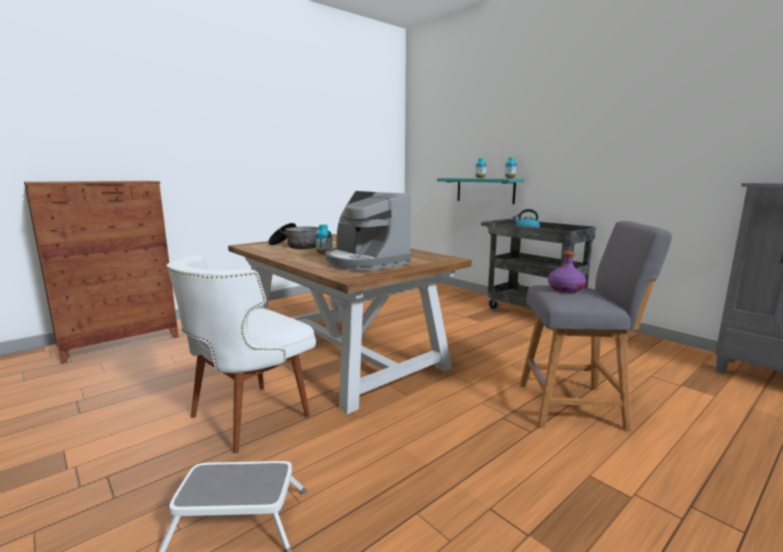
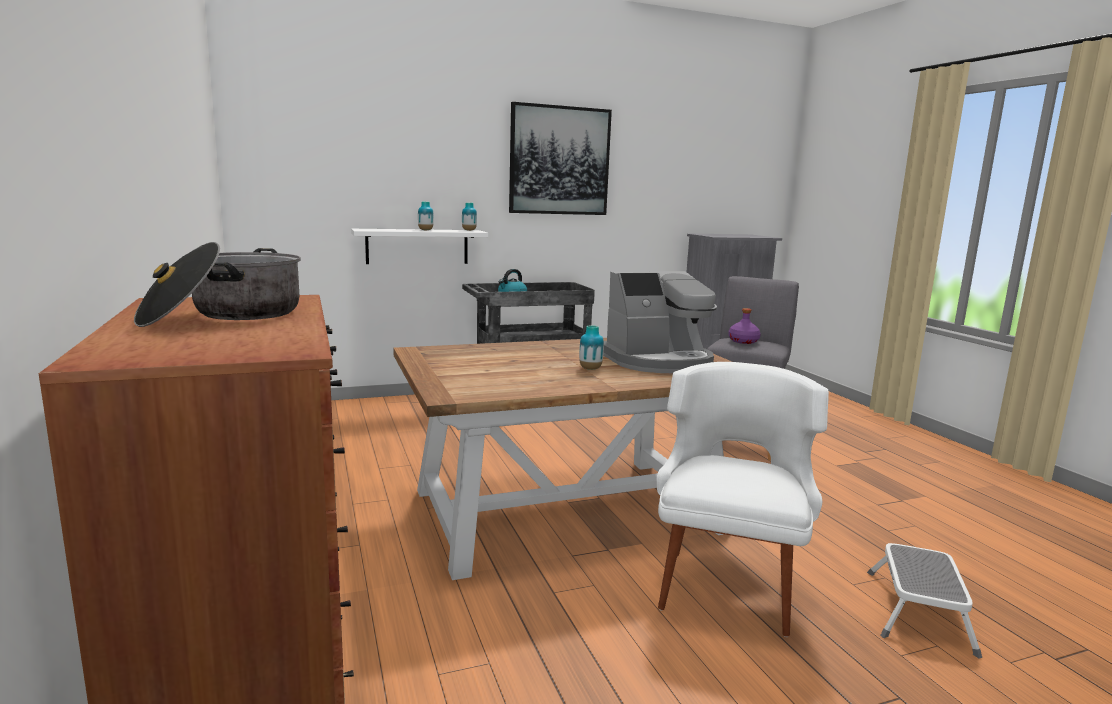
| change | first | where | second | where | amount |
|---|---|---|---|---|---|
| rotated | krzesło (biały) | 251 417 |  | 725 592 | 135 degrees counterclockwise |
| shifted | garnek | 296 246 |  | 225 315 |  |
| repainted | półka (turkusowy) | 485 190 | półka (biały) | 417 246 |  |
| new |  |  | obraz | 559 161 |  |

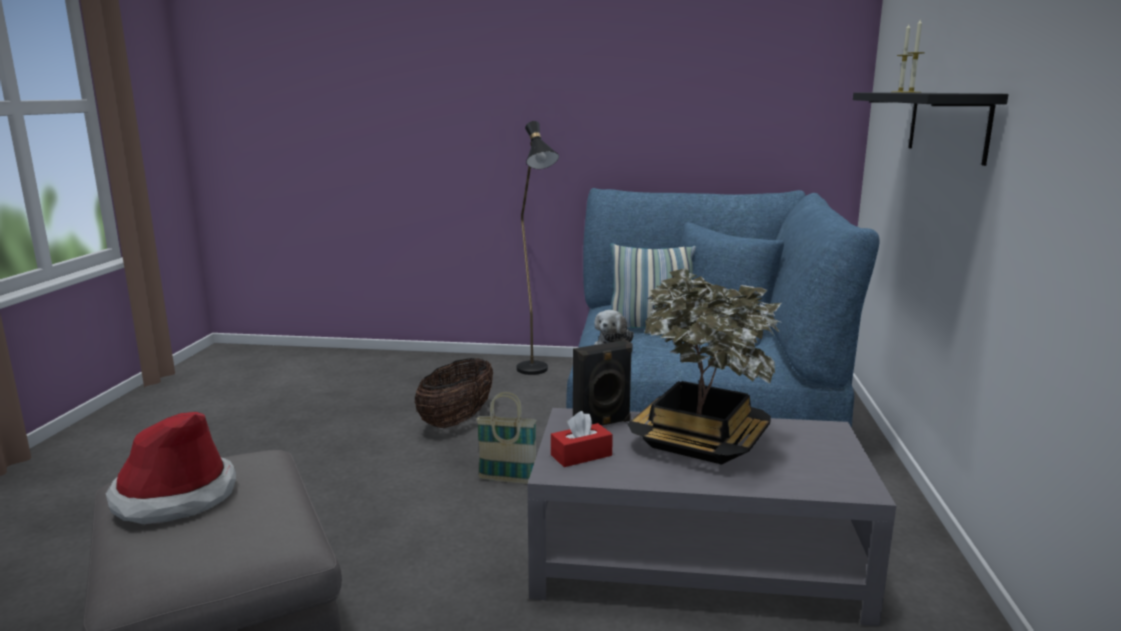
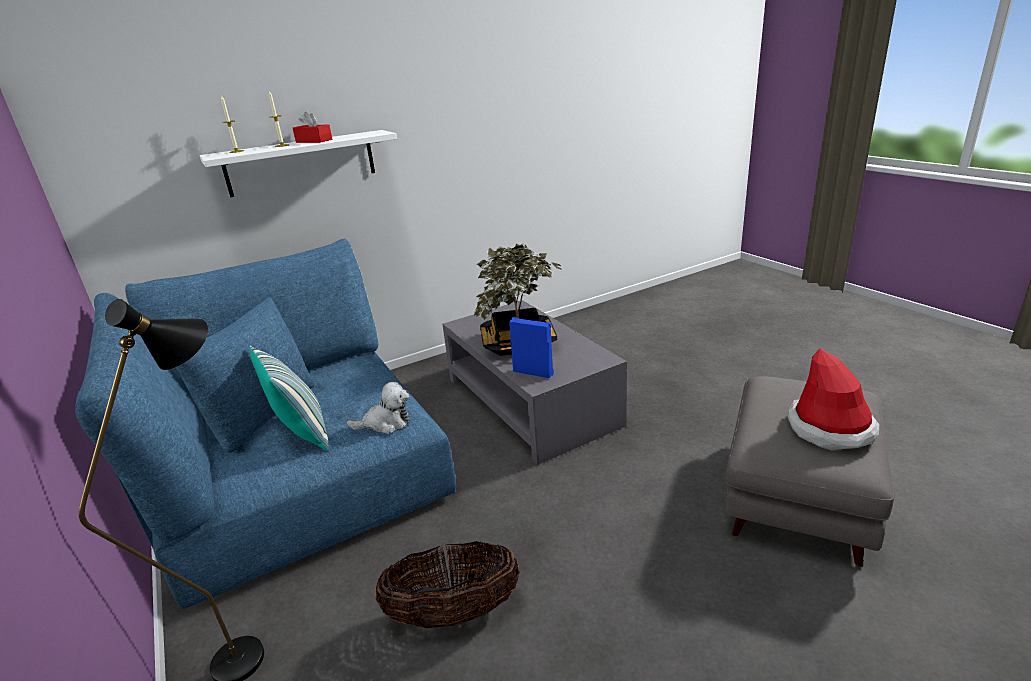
| change | first | where | second | where | amount |
|---|---|---|---|---|---|
| gone | koszyk | 508 480 |  |  |  |
| shifted | pudełko chusteczek (czerwony) | 581 455 |  | 314 141 |  |
| repainted | głośnik (czarny) | 602 424 | głośnik (niebieski) | 533 372 |  |
| repainted | półka (czarny) | 947 124 | półka (biały) | 301 163 |  |

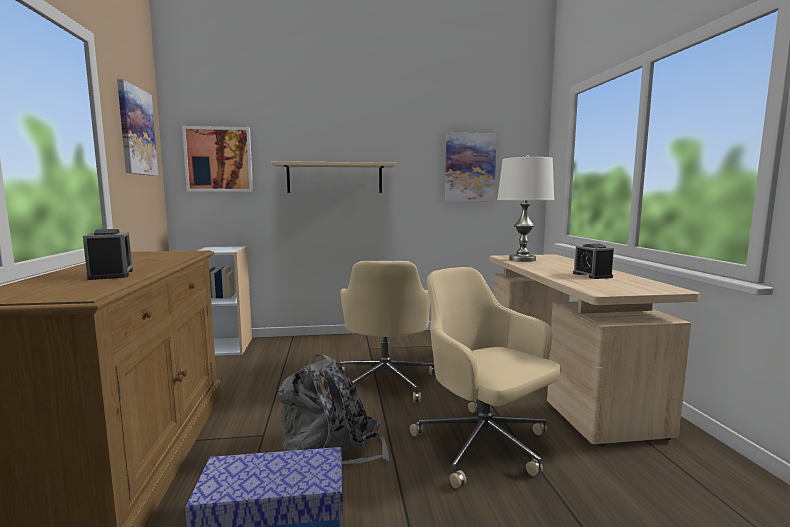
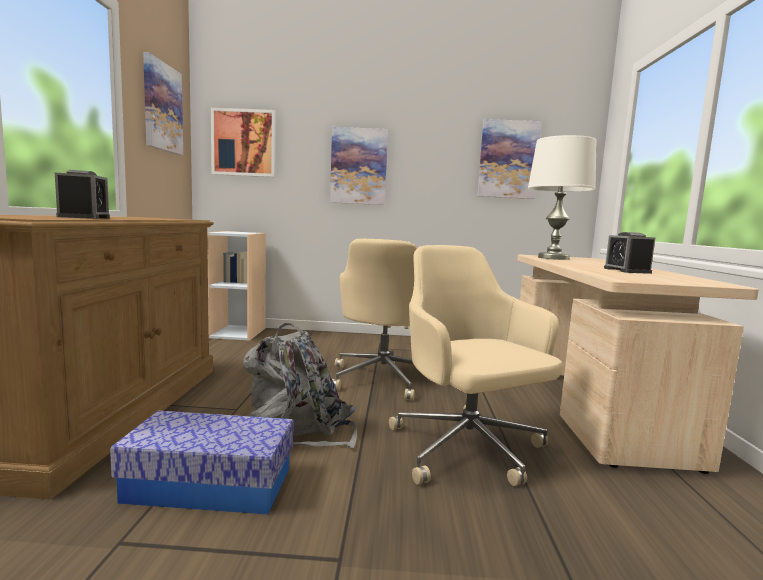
| change | first | where | second | where | amount |
|---|---|---|---|---|---|
| swapped | półka (beżowy) | 335 178 | obraz | 358 166 |  |

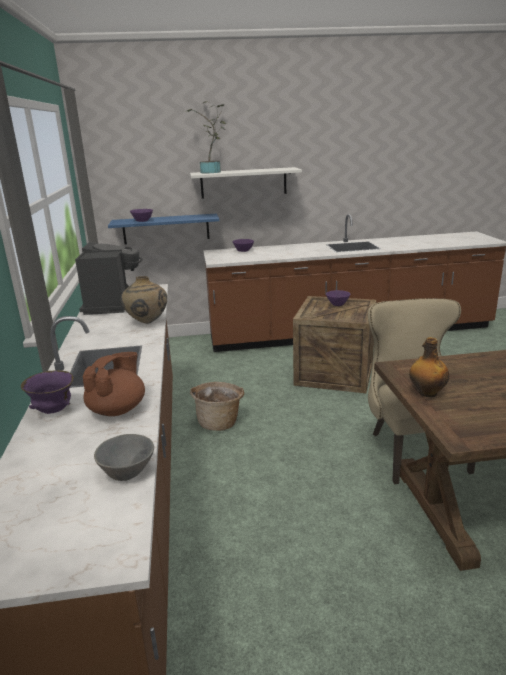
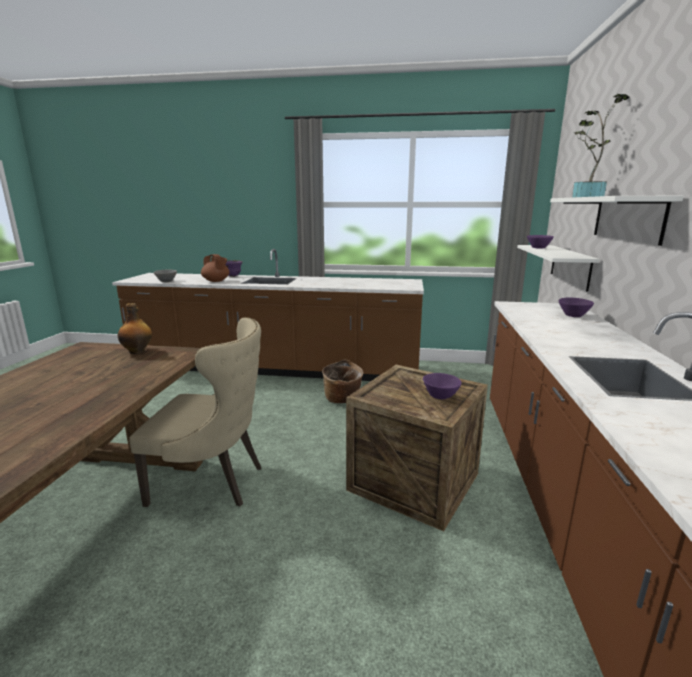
| change | first | where | second | where | amount |
|---|---|---|---|---|---|
| gone | ekspres do kawy | 113 303 |  |  |  |
| repainted | półka (niebieski) | 166 229 | półka (biały) | 570 266 |  |
| gone | wazon (beżowy) | 147 323 |  |  |  |

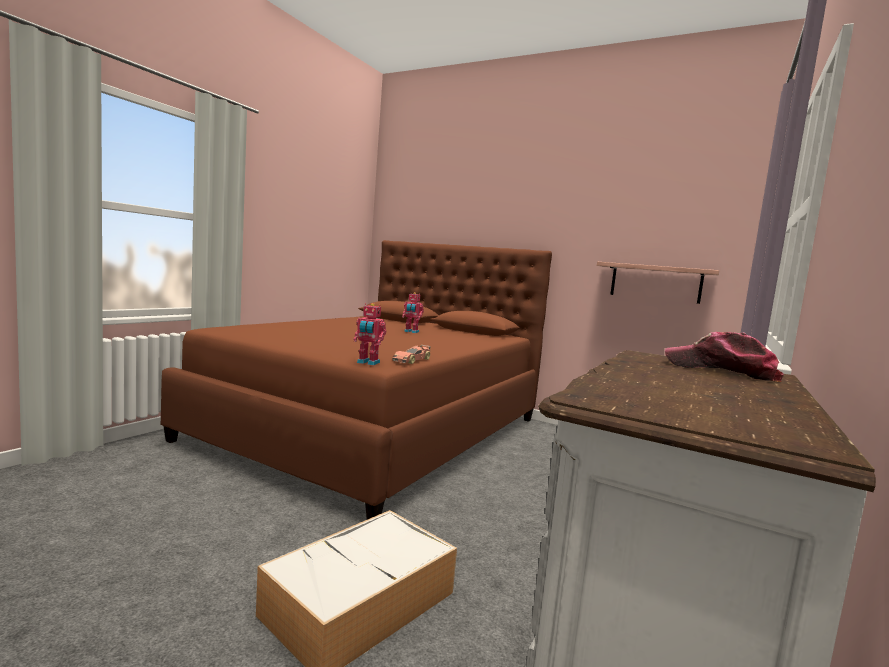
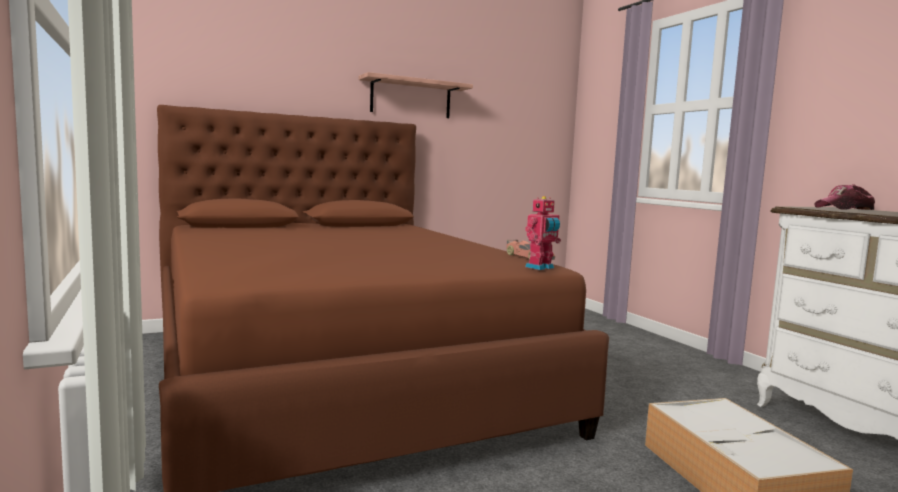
| change | first | where | second | where | amount |
|---|---|---|---|---|---|
| gone | robot zabawkowy | 411 332 |  |  |  |
| shifted | półka | 655 282 |  | 411 98 |  |

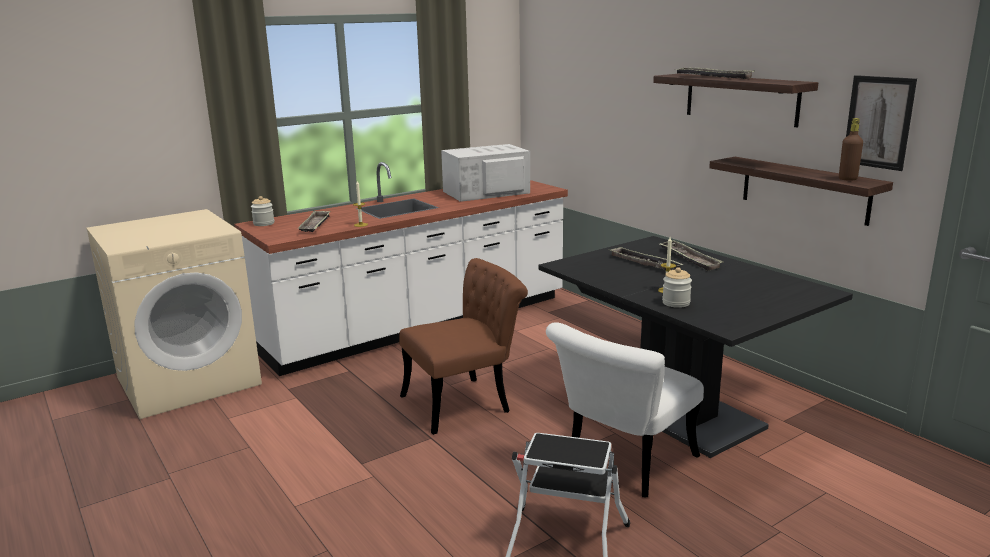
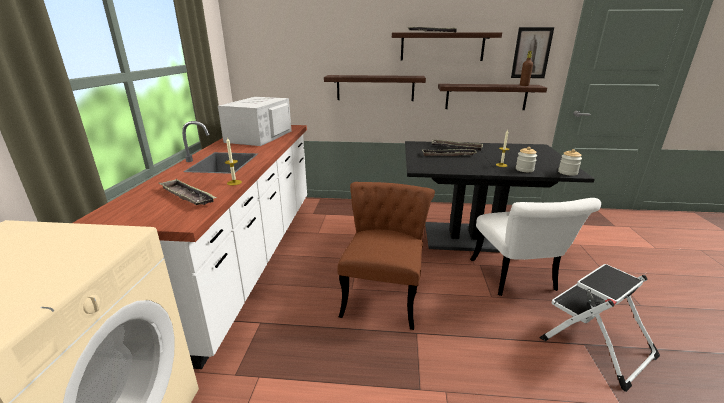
| change | first | where | second | where | amount |
|---|---|---|---|---|---|
| shifted | słoik | 264 223 |  | 567 172 |  |
| new |  |  | półka | 375 88 |  |

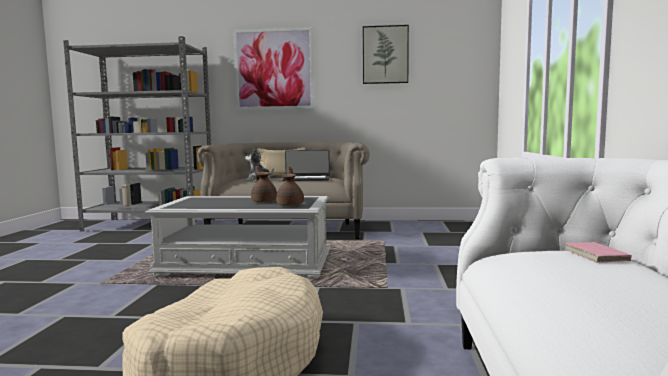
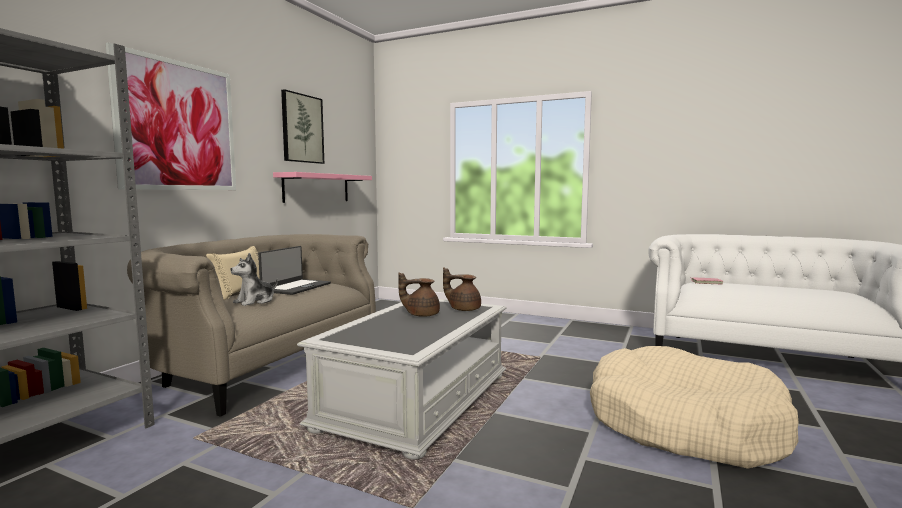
| change | first | where | second | where | amount |
|---|---|---|---|---|---|
| new |  |  | półka (różowy) | 317 188 |  |

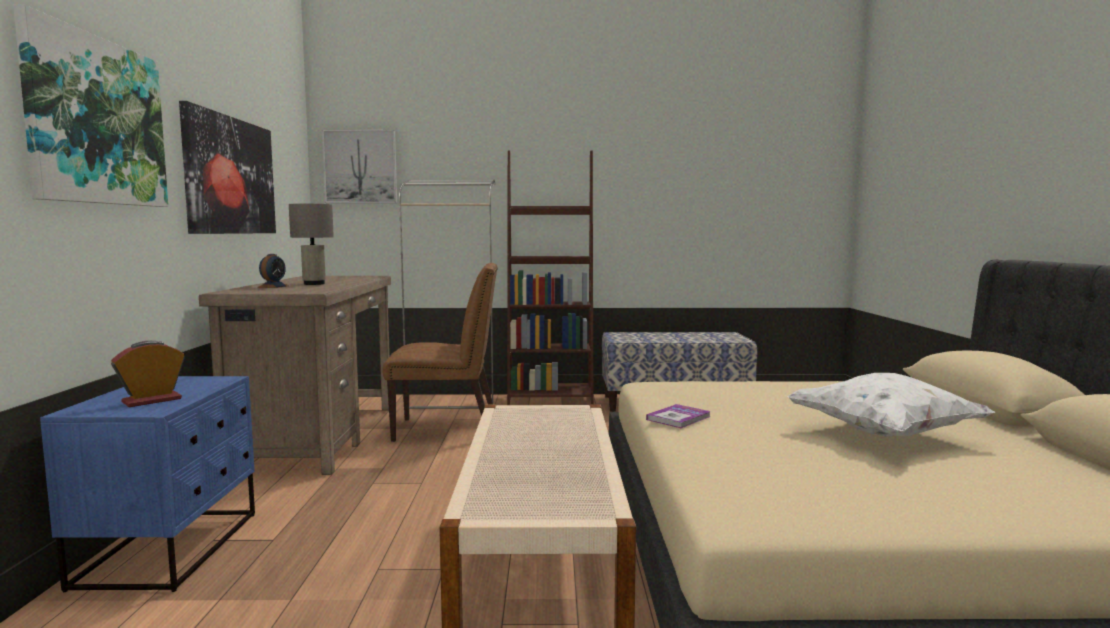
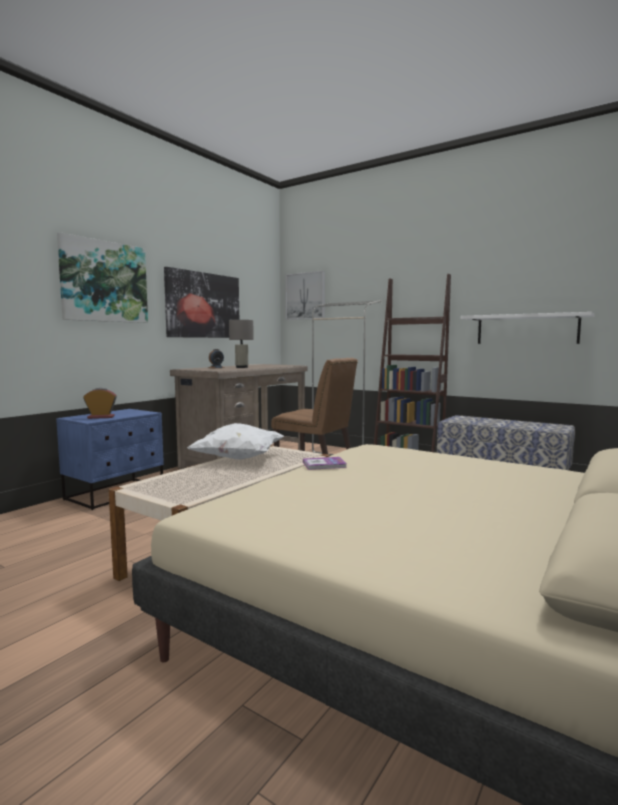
| change | first | where | second | where | amount |
|---|---|---|---|---|---|
| shifted | poduszka (biały) | 885 435 |  | 239 459 |  |
| new |  |  | półka (biały) | 526 329 |  |

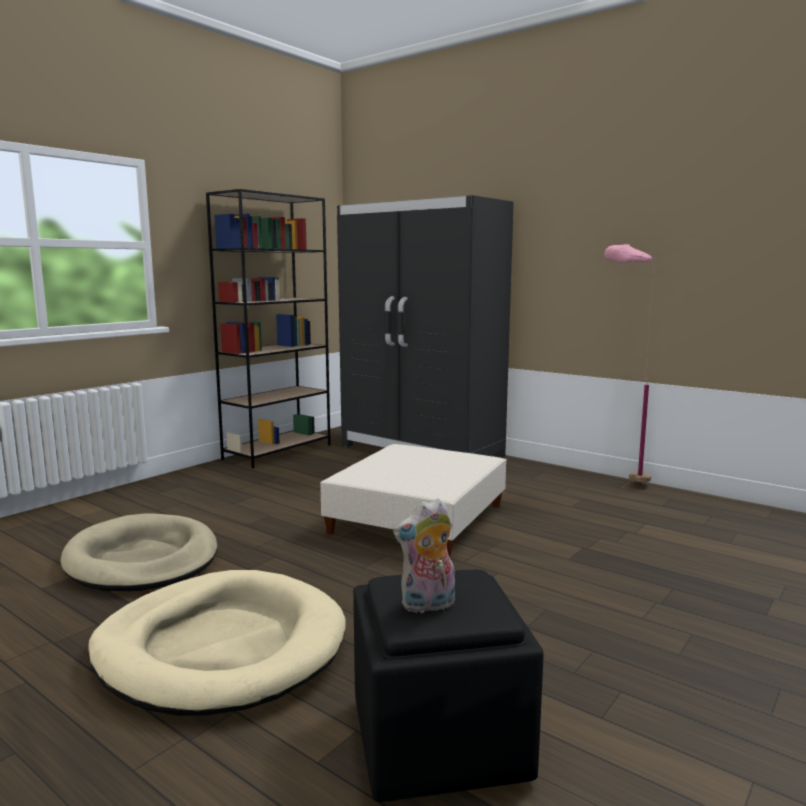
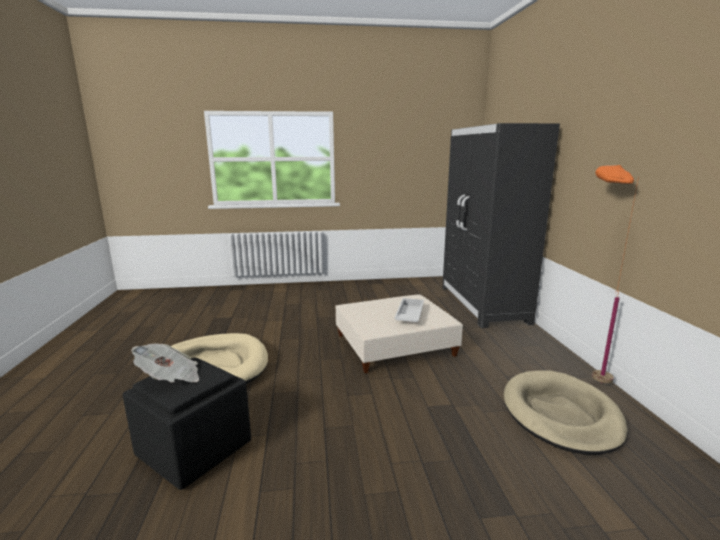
| change | first | where | second | where | amount |
|---|---|---|---|---|---|
| shifted | legowisko (beżowy) | 142 559 |  | 560 414 |  |
| gone | regał (beżowy) | 278 452 |  |  |  |
| swapped | pluszak | 427 605 | gazeta | 170 378 |  |
| repainted | lampa stojąca (różowy) | 620 482 | lampa stojąca (pomarańczowy) | 587 375 |  |
| new |  |  | taca (biały) | 409 315 |  |

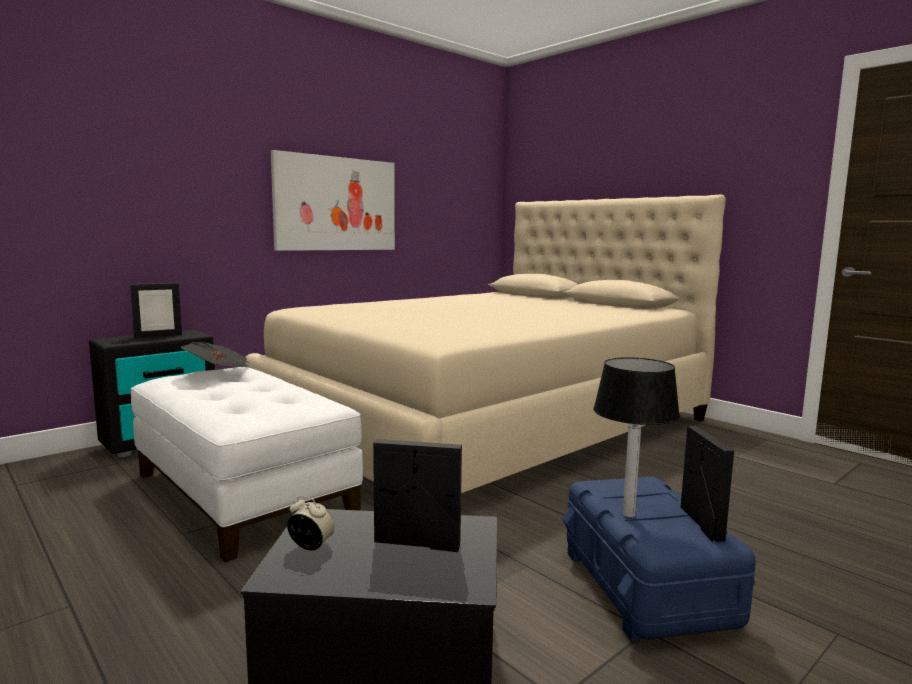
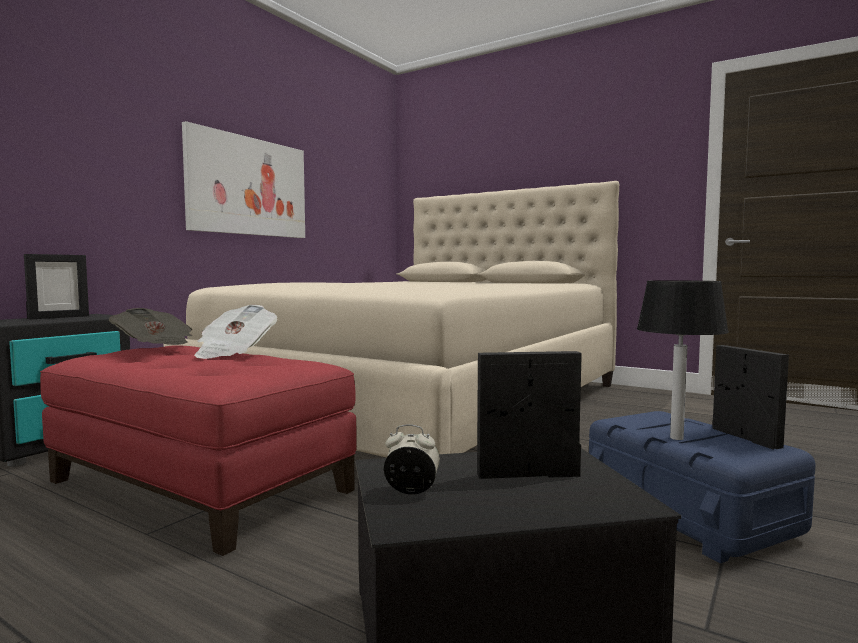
| change | first | where | second | where | amount |
|---|---|---|---|---|---|
| repainted | pufa (biały) | 244 493 | pufa (czerwony) | 201 485 |  |
| new |  |  | gazeta | 234 353 |  |

